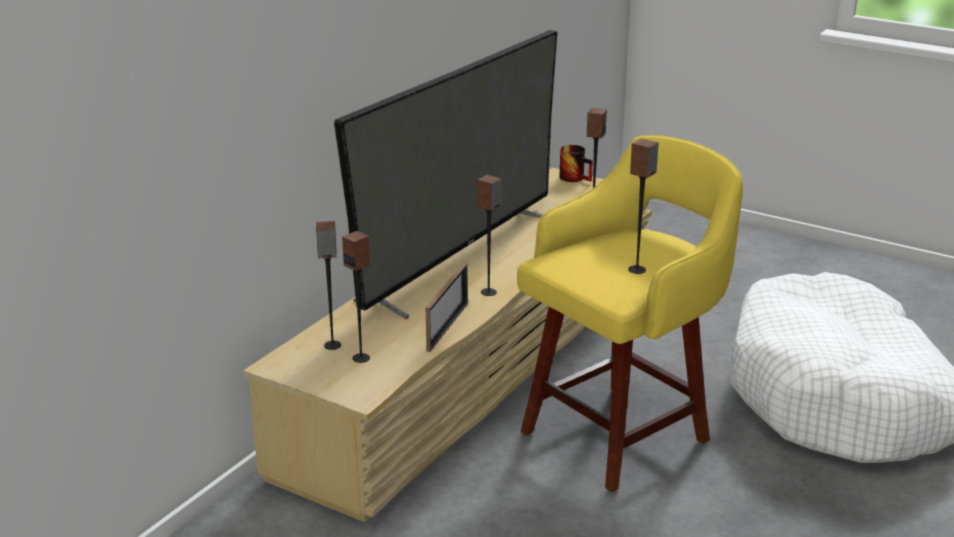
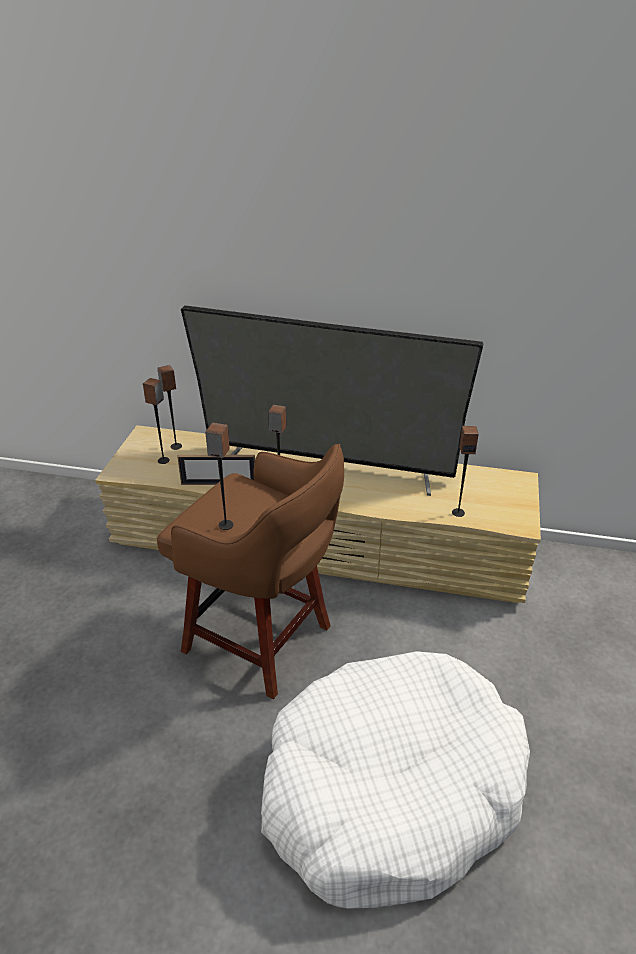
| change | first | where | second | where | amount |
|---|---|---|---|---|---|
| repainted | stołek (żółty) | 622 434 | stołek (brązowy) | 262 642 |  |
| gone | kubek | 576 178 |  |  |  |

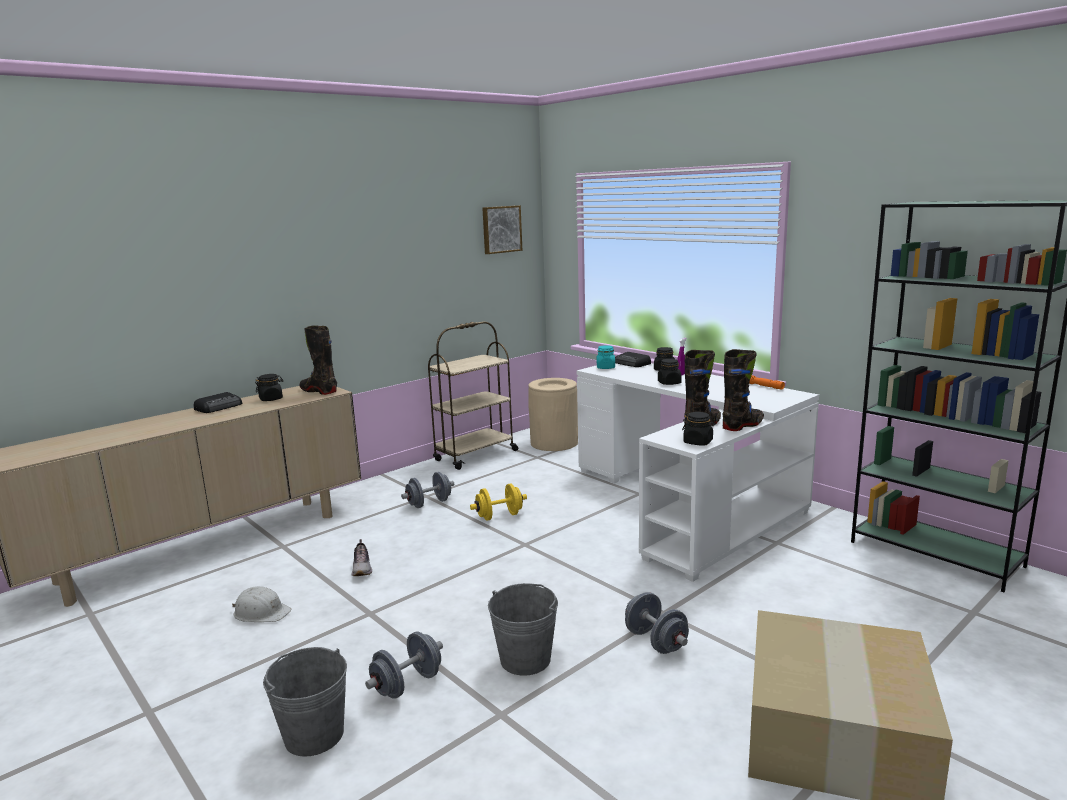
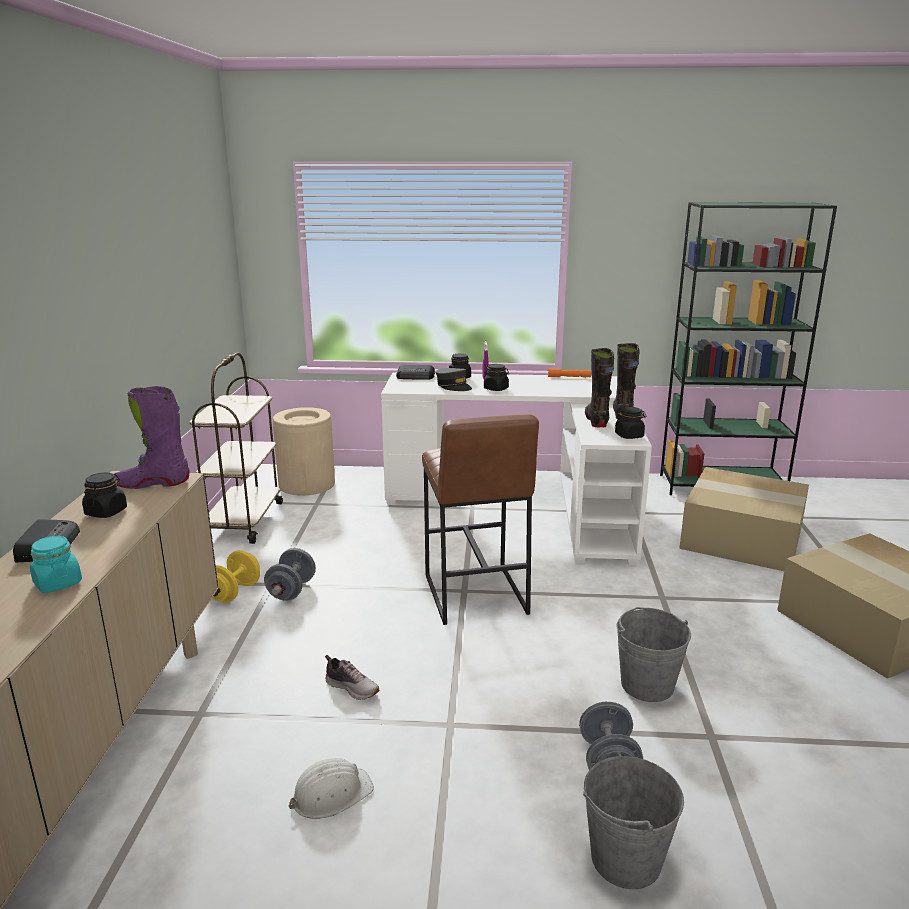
| change | first | where | second | where | amount |
|---|---|---|---|---|---|
| repainted | but z cholewką (czarny) | 319 391 | but z cholewką (fioletowy) | 152 483 |  |
| shifted | hantel (żółty) | 499 516 |  | 234 592 |  |
| gone | obraz | 501 229 |  |  |  |
| shifted | słoik (turkusowy) | 605 367 |  | 57 583 |  |
| gone | hantel (szary) | 655 641 |  |  |  |
| new |  |  | stołek (brązowy) | 475 595 |  |
| new |  |  | czapka z daszkiem (szary) | 453 386 |  |
| new |  |  | karton | 743 538 |  |

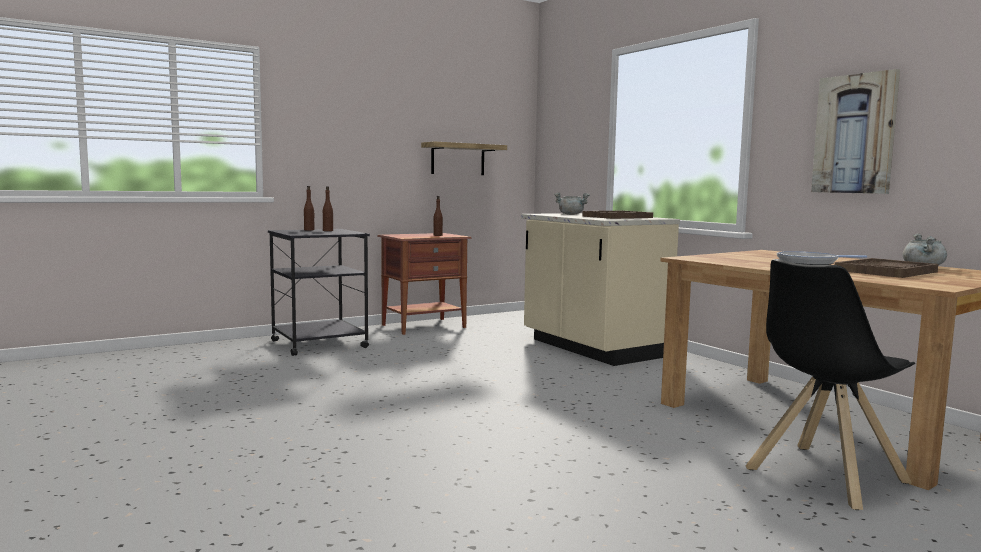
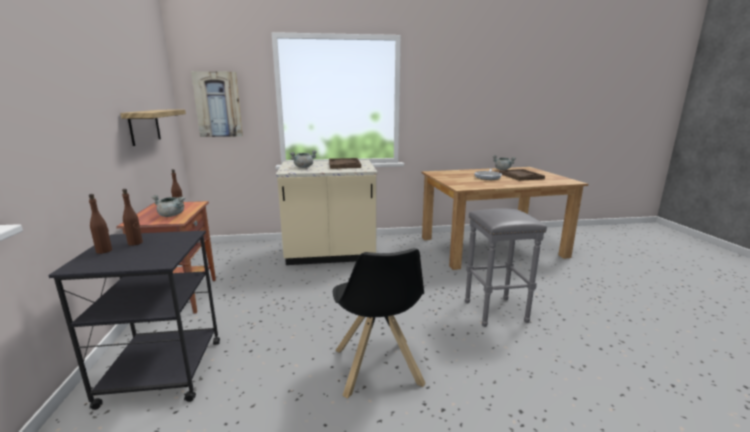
| change | first | where | second | where | amount |
|---|---|---|---|---|---|
| shifted | krzesło (czarny) | 823 476 |  | 378 368 |  |
| shifted | obraz | 855 134 |  | 218 104 |  |
| new |  |  | garnek (szary) | 172 215 |  |
| new |  |  | stołek (szary) | 496 310 |  |

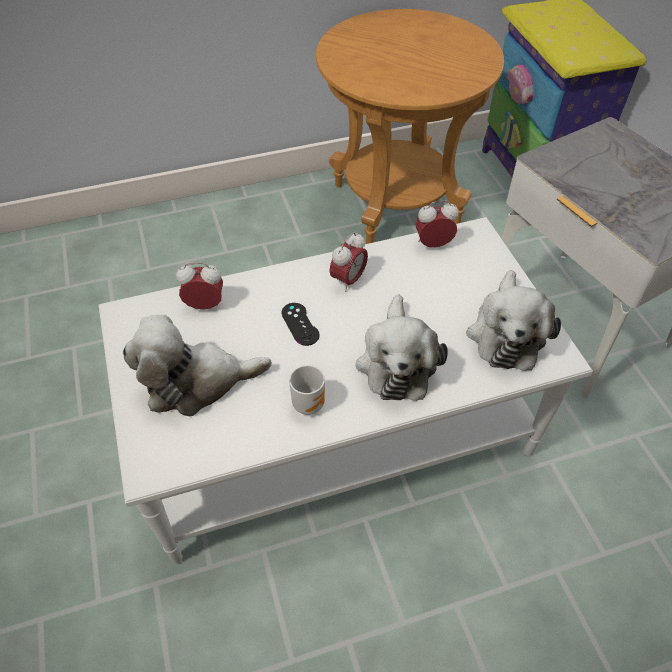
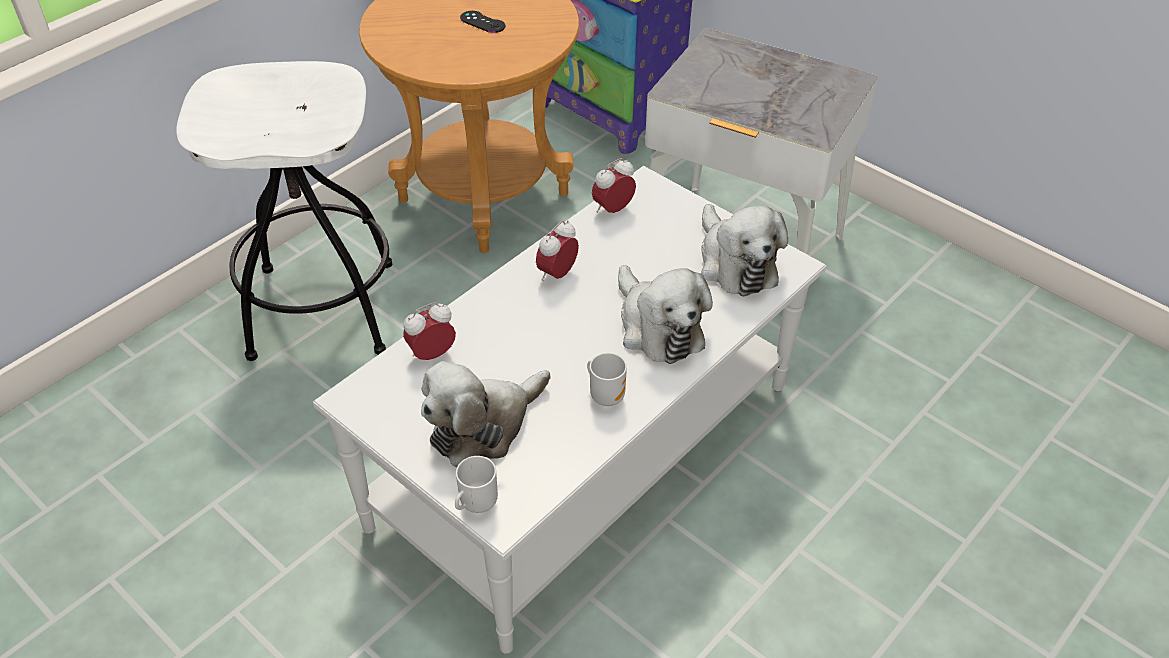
| change | first | where | second | where | amount |
|---|---|---|---|---|---|
| shifted | pad do gier (czarny) | 300 324 |  | 482 22 |  |
| rotated | budzik | 348 280 |  | 557 274 | 150 degrees counterclockwise |
| new |  |  | stołek (biały) | 323 309 |  |
| new |  |  | kubek | 475 503 |  |

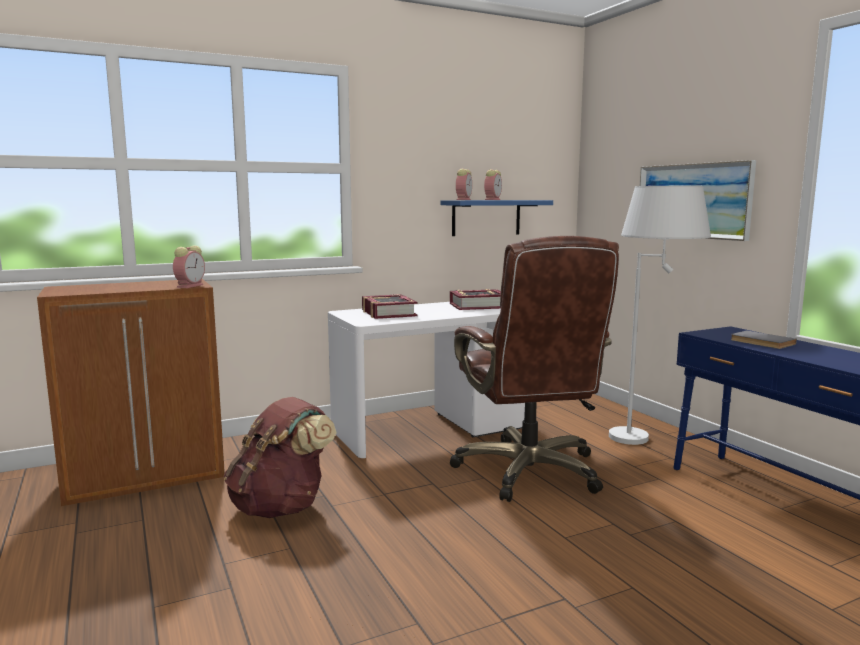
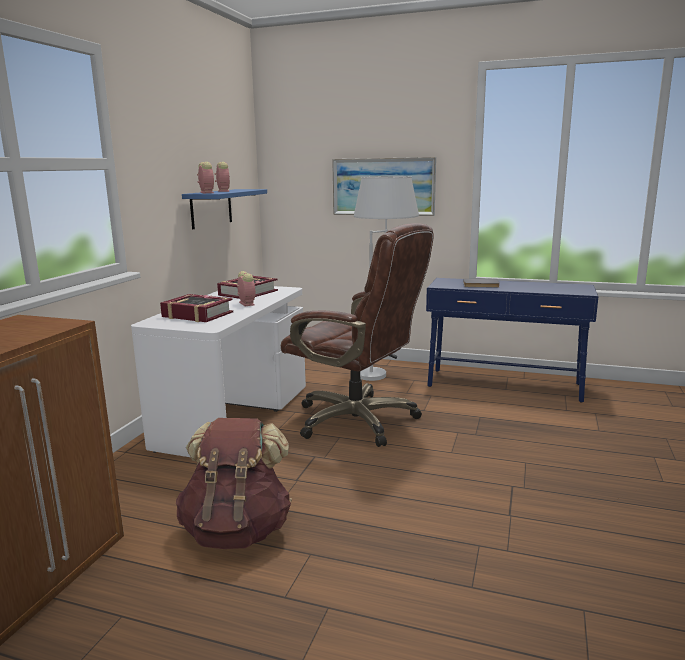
| change | first | where | second | where | amount |
|---|---|---|---|---|---|
| shifted | budzik | 190 286 |  | 246 303 |  |

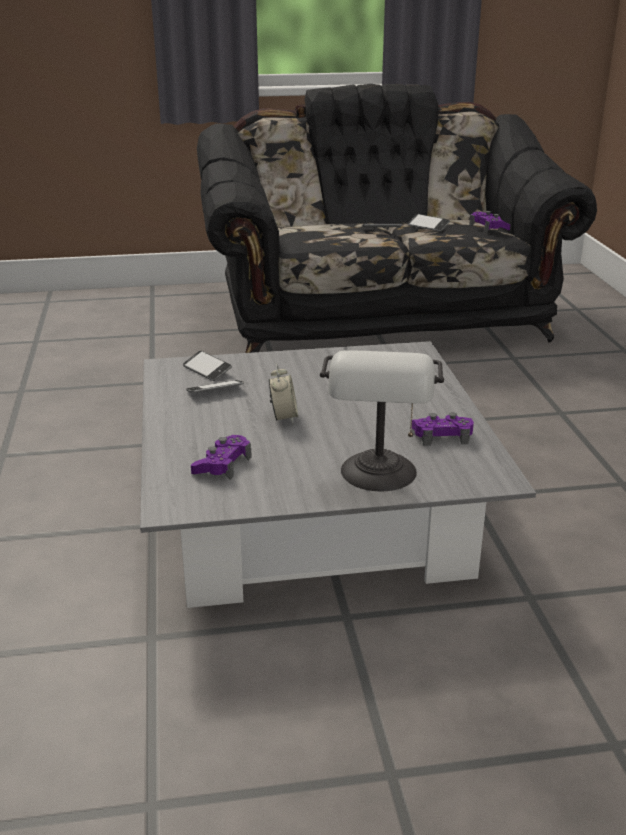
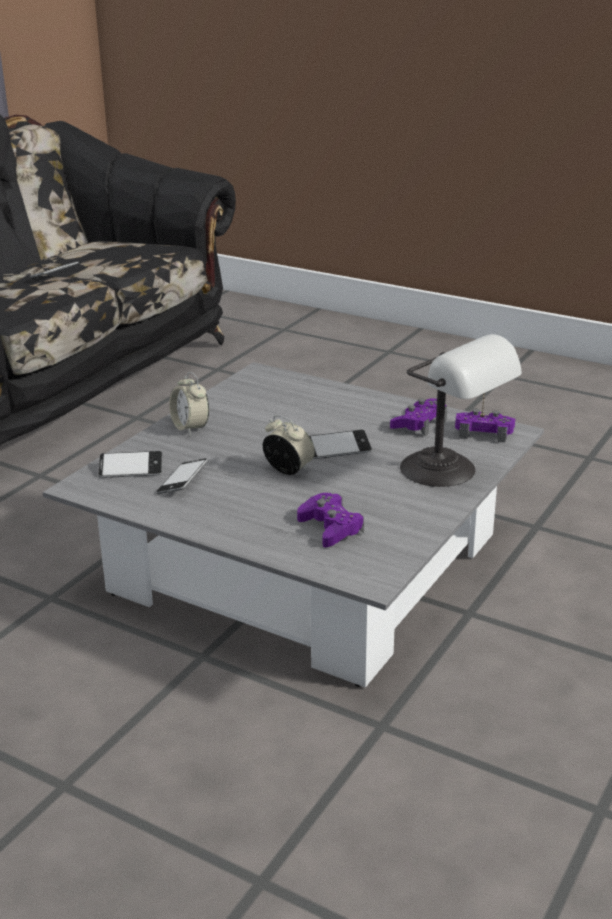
| change | first | where | second | where | amount |
|---|---|---|---|---|---|
| shifted | telefon | 428 226 |  | 339 449 |  |
| shifted | pad do gier (fioletowy) | 488 227 |  | 484 432 |  |
| new |  |  | budzik | 190 428 |  |

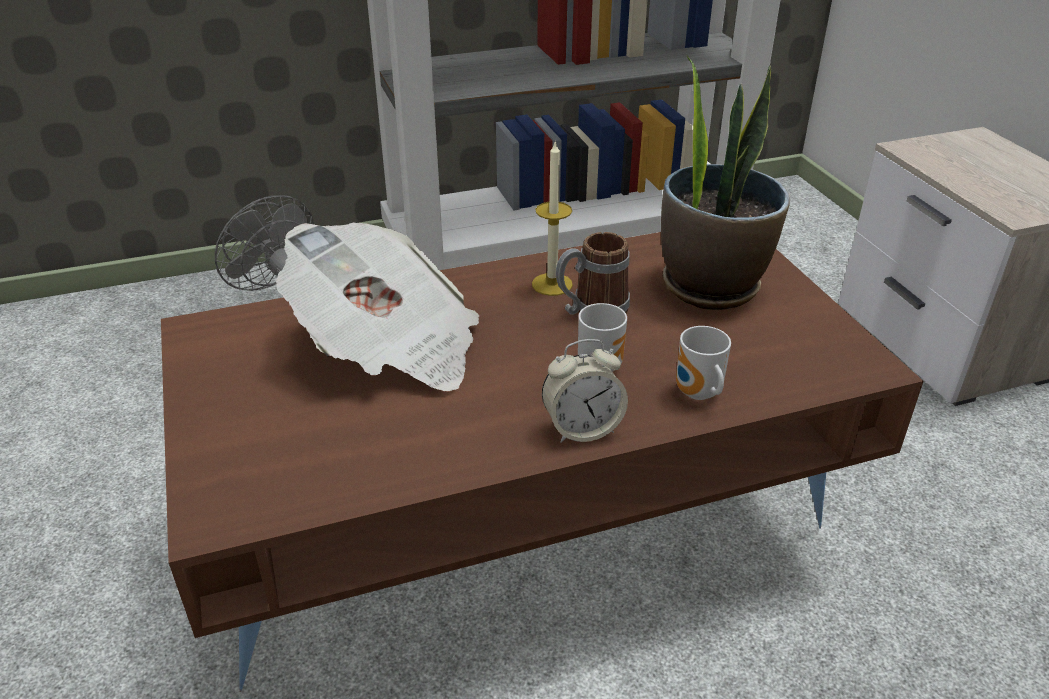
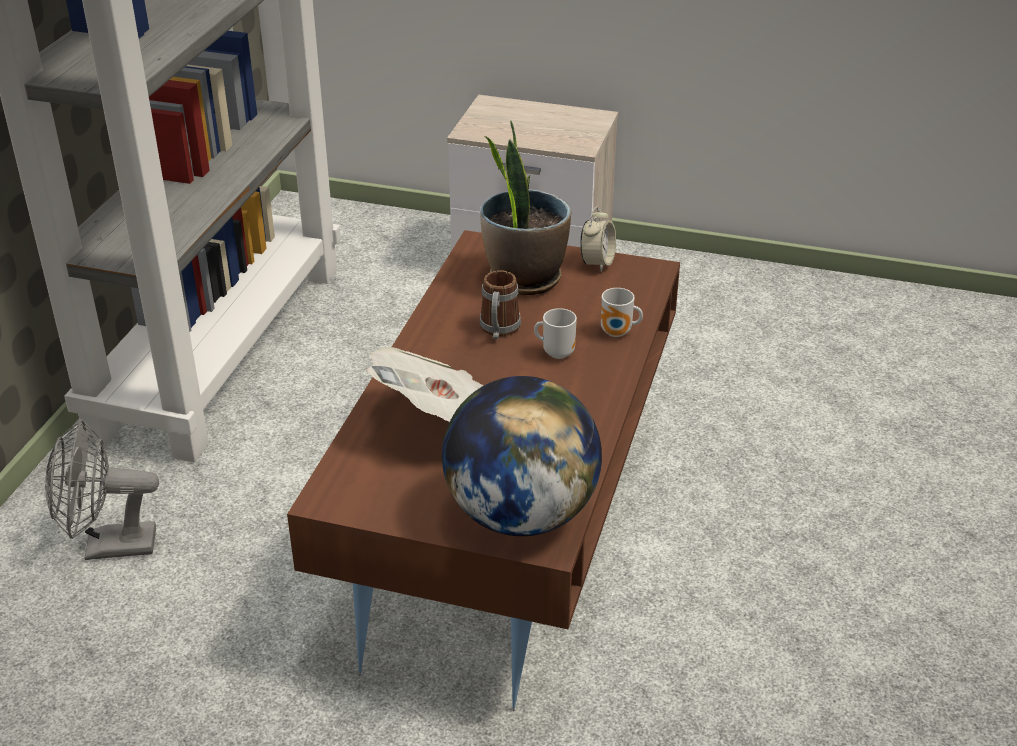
| change | first | where | second | where | amount |
|---|---|---|---|---|---|
| gone | świeca | 552 284 |  |  |  |
| shifted | budzik | 582 428 |  | 597 263 |  |
| new |  |  | globus | 521 514 |  |

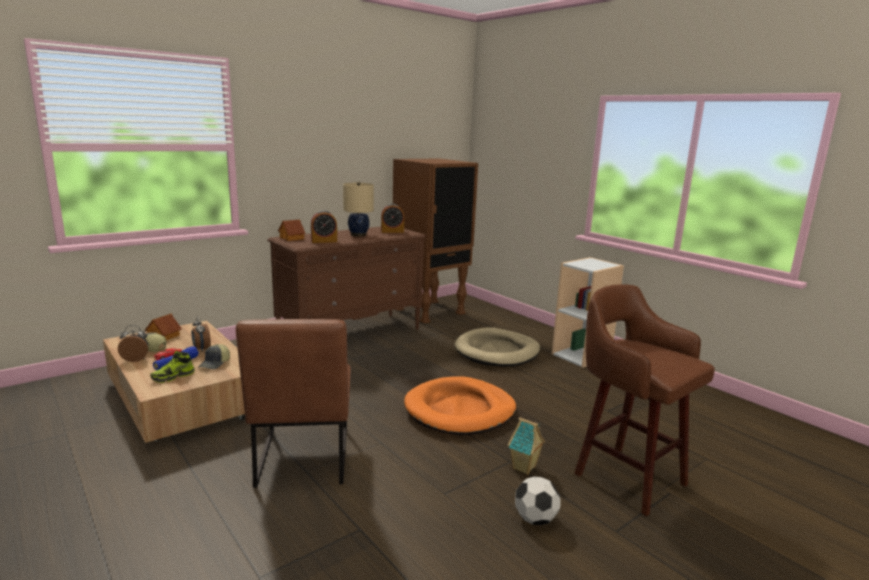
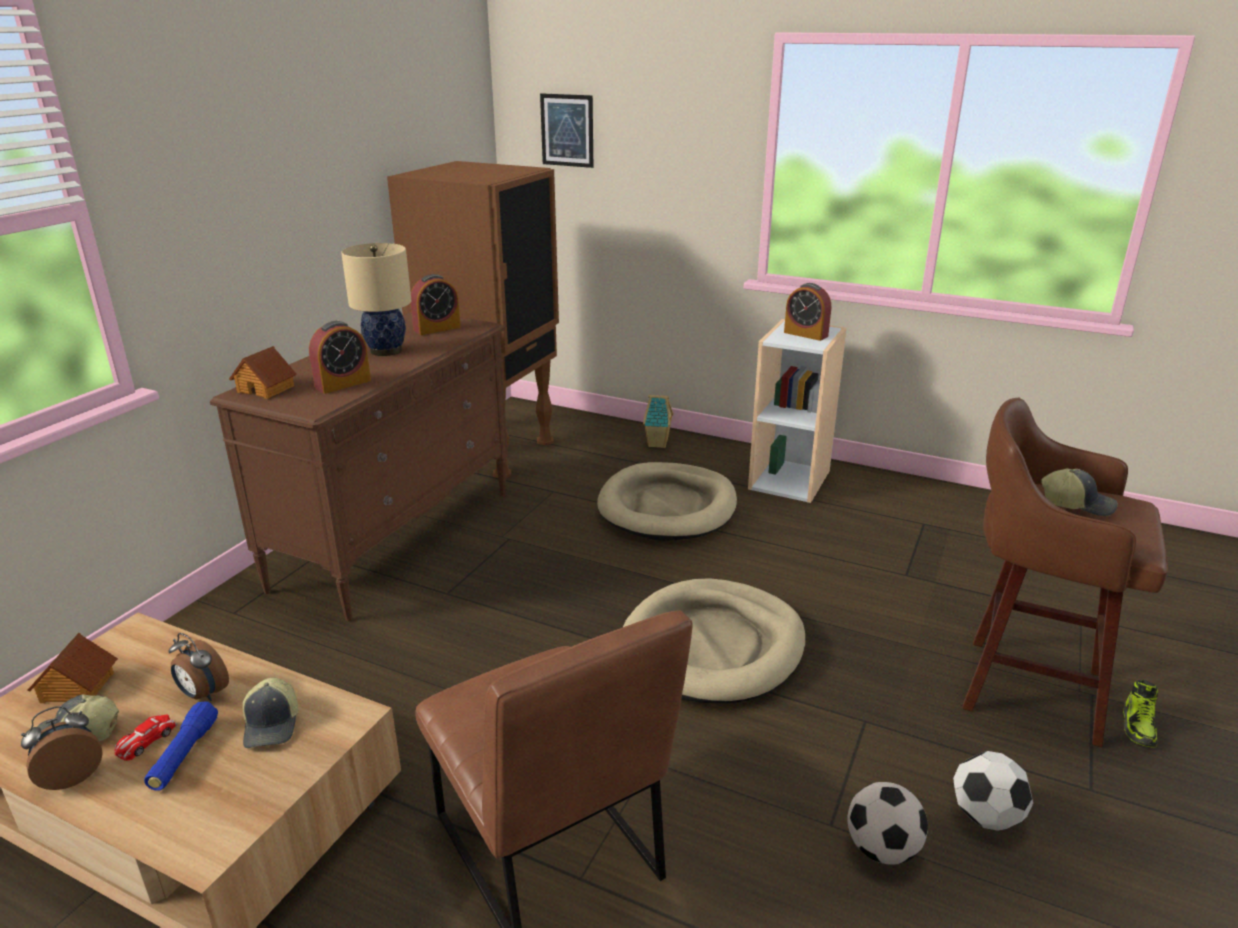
| change | first | where | second | where | amount |
|---|---|---|---|---|---|
| shifted | but | 173 376 |  | 1138 726 |  |
| repainted | legowisko (pomarańczowy) | 460 410 | legowisko (beżowy) | 713 646 |  |
| shifted | domek | 524 468 |  | 658 444 |  |
| new |  |  | obraz | 567 130 |  |
| new |  |  | budzik | 806 334 |  |
| new |  |  | piłka futbolowa | 881 849 |  |
| new |  |  | czapka z daszkiem | 1077 503 |  |

